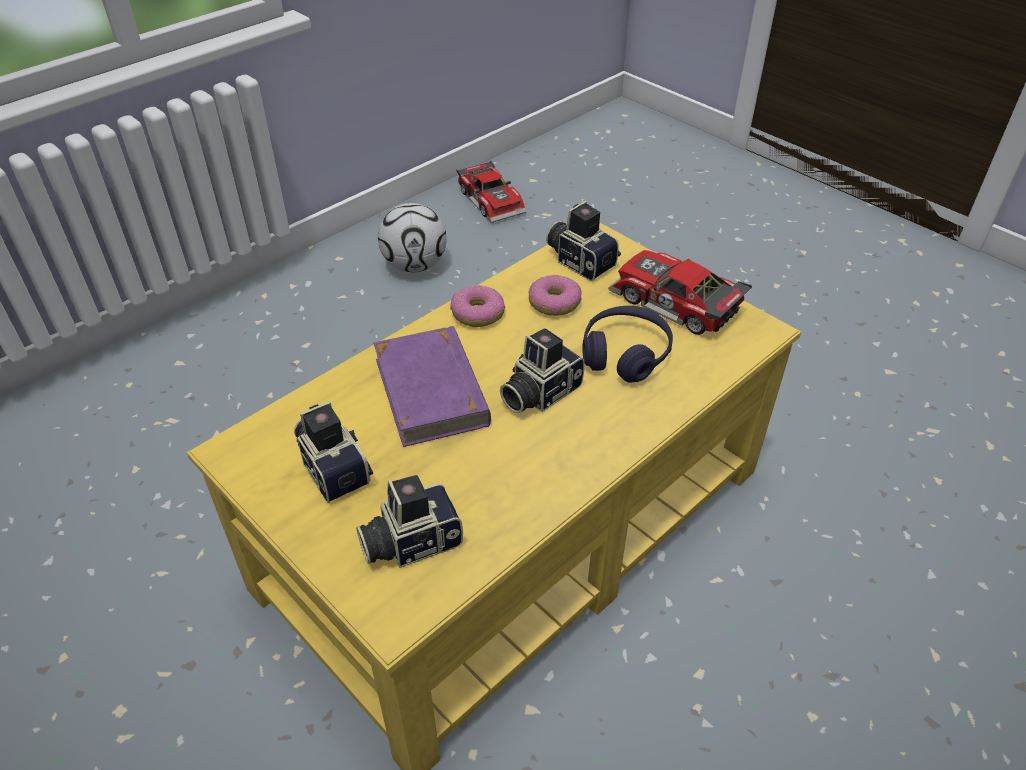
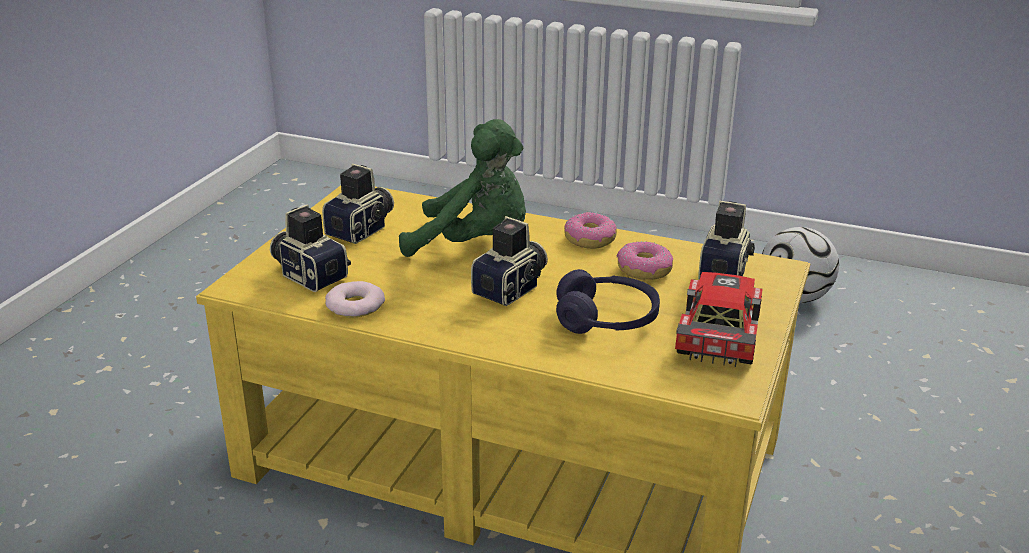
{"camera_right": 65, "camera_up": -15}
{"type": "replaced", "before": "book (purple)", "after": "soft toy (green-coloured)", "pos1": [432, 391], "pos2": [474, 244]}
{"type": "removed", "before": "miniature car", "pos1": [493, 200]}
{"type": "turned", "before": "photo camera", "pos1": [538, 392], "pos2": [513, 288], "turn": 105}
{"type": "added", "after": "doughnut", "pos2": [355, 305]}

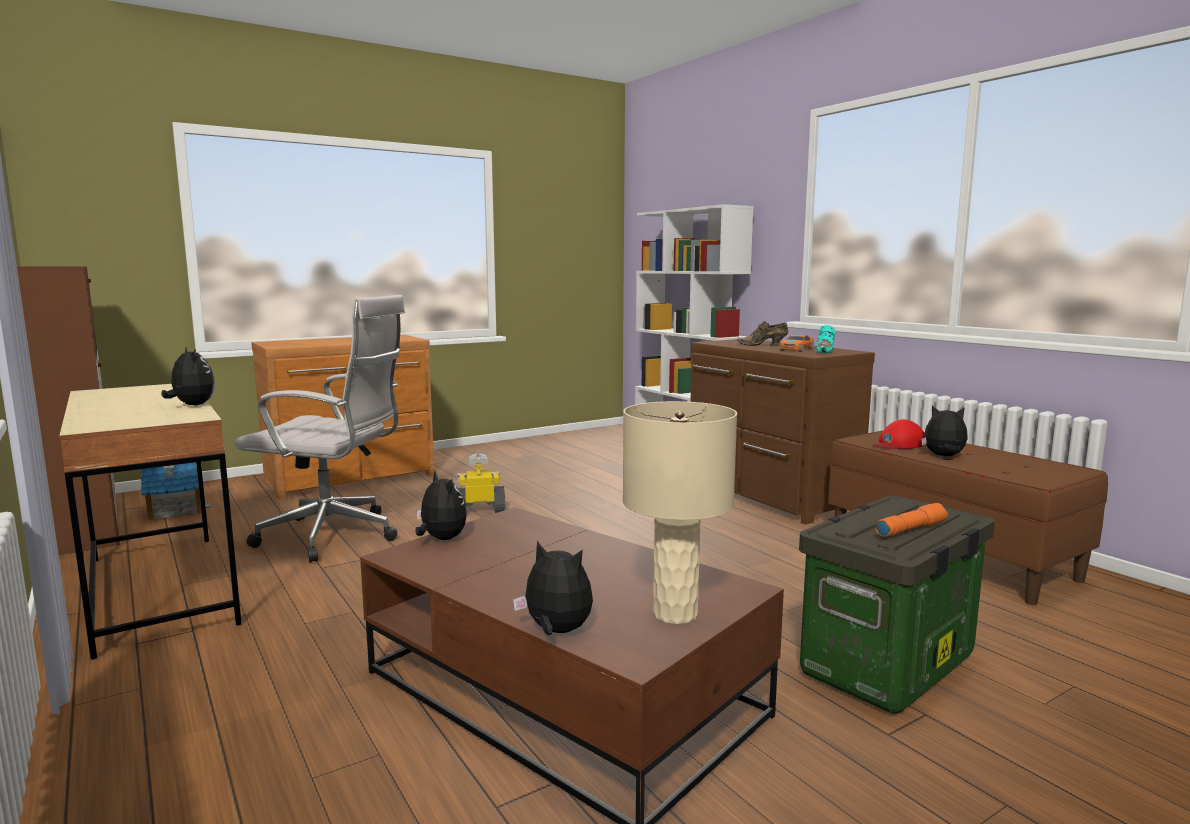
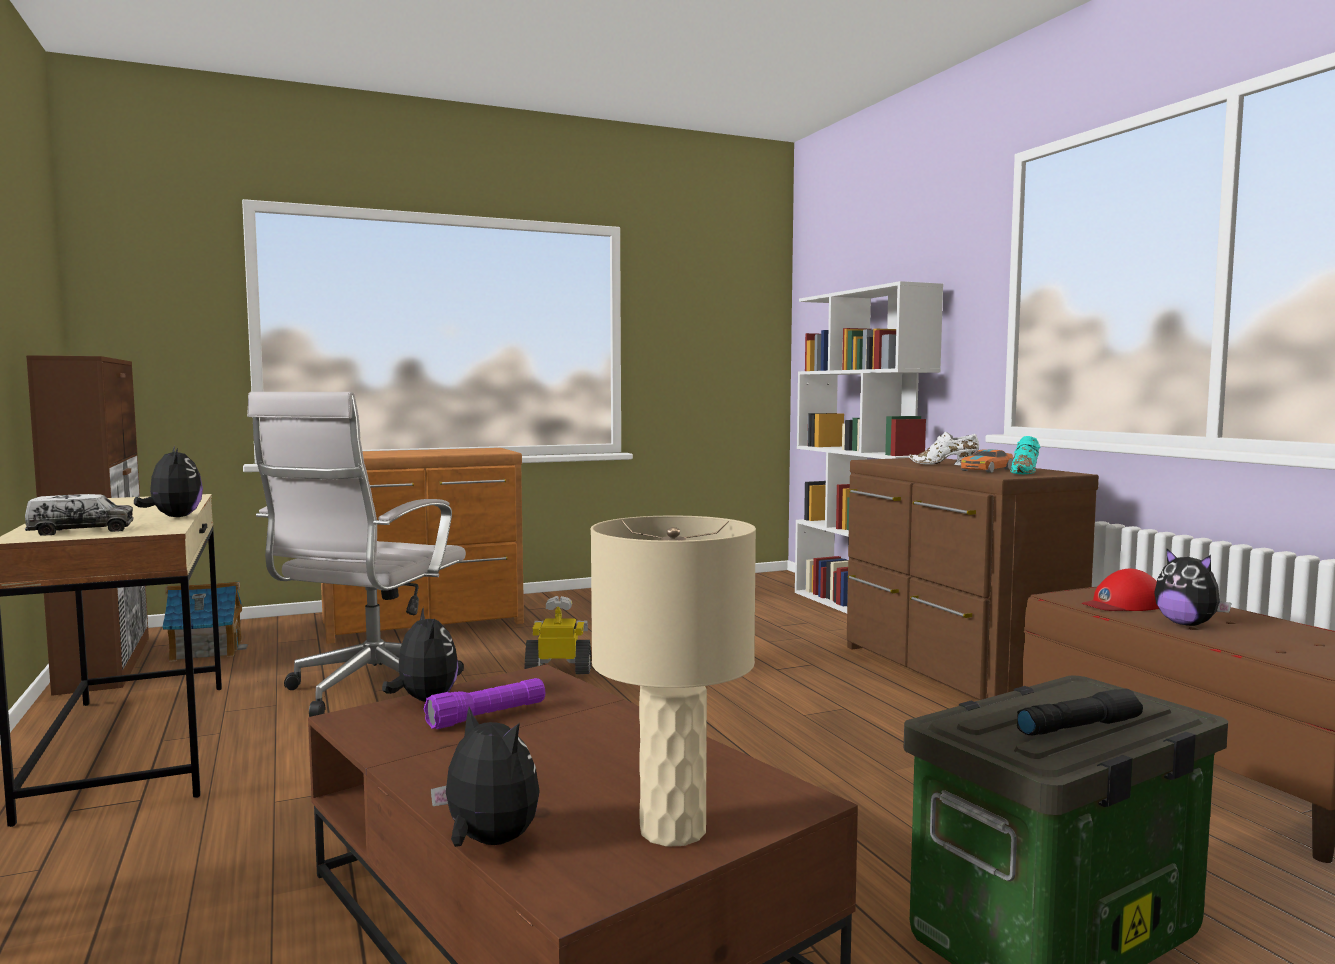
{"camera_right": 10, "camera_up": -5}
{"type": "turned", "before": "office chair (white-coloured)", "pos1": [335, 536], "pos2": [368, 692], "turn": 90}
{"type": "recoloured", "before": "low shoe (brownish)", "after": "low shoe (white-coloured)", "pos1": [764, 345], "pos2": [945, 465]}
{"type": "recoloured", "before": "hand torch (orange-coloured)", "after": "hand torch (blackish)", "pos1": [910, 529], "pos2": [1078, 727]}
{"type": "turned", "before": "soft toy", "pos1": [943, 456], "pos2": [1187, 624], "turn": -150}
{"type": "added", "after": "model truck", "pos2": [82, 531]}
{"type": "added", "after": "hand torch (purple)", "pos2": [487, 716]}

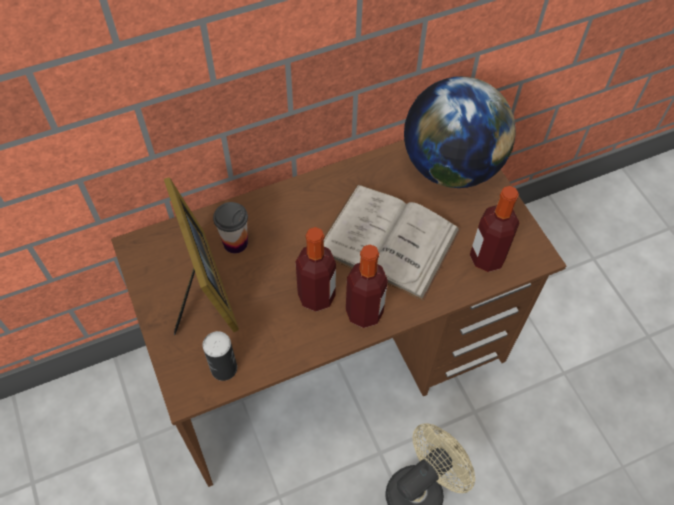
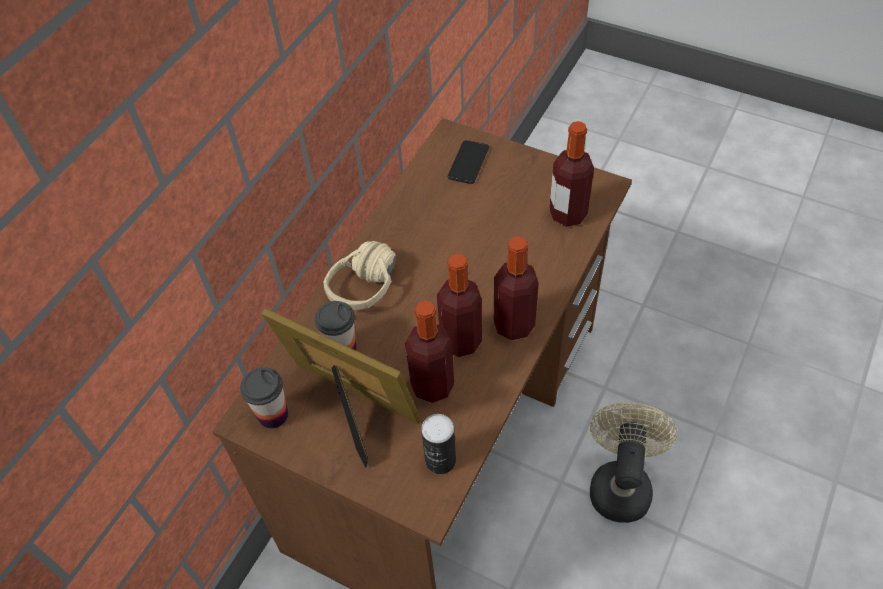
{"camera_right": -35, "camera_up": -5}
{"type": "removed", "before": "book (white-coloured)", "pos1": [388, 240]}
{"type": "replaced", "before": "world globe", "after": "phone", "pos1": [451, 166], "pos2": [468, 162]}
{"type": "added", "after": "cup", "pos2": [273, 415]}
{"type": "added", "after": "headset (sand-coloured)", "pos2": [375, 291]}
{"type": "added", "after": "drink bottle", "pos2": [432, 385]}

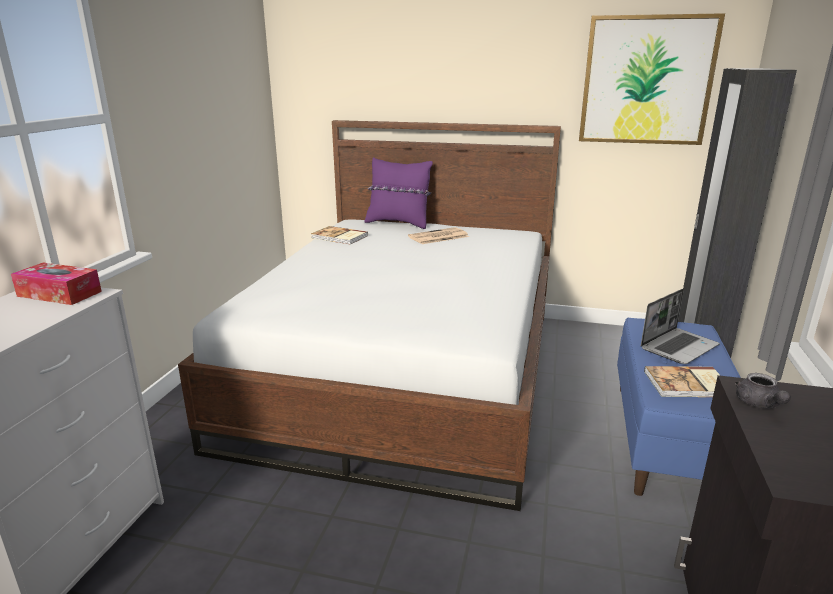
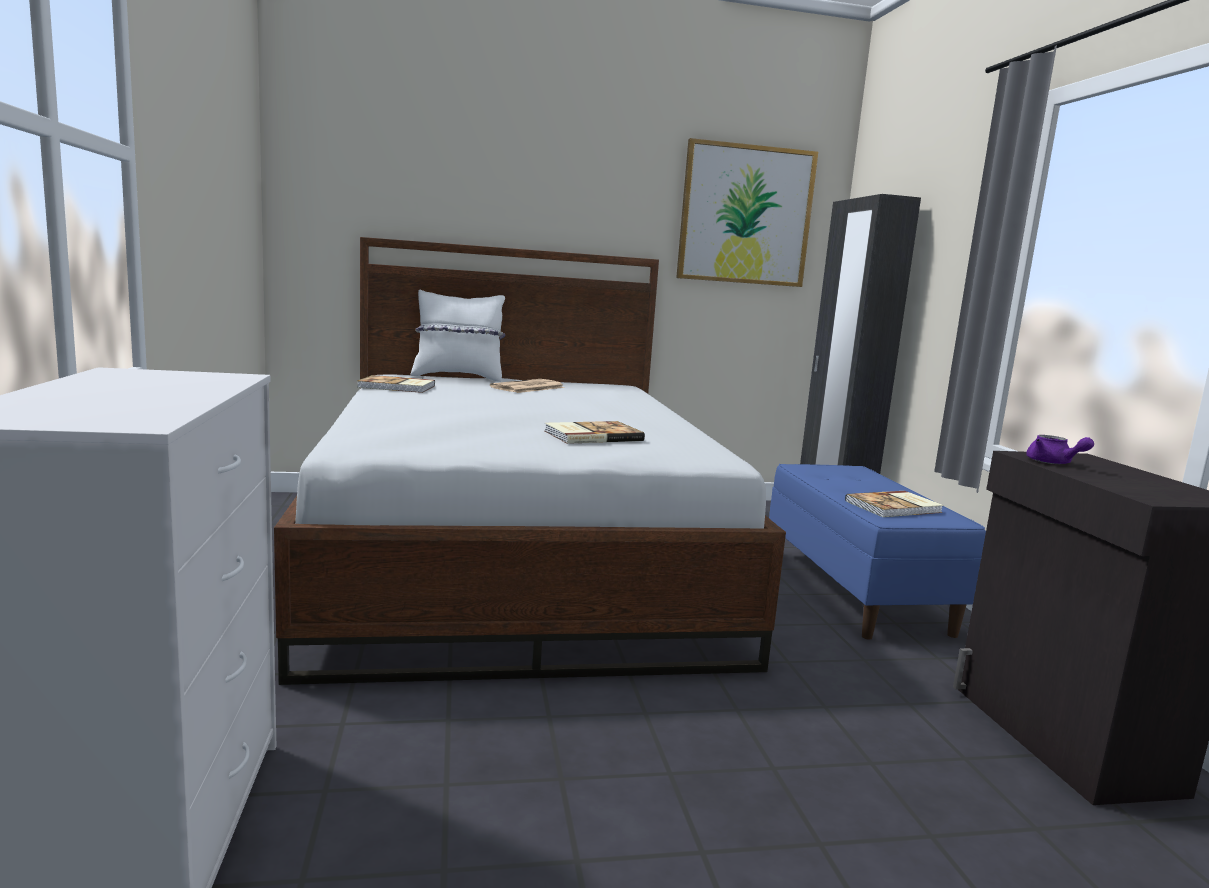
{"camera_right": -25, "camera_up": -10}
{"type": "removed", "before": "tissue holder", "pos1": [59, 294]}
{"type": "recoloured", "before": "pillow (purple)", "after": "pillow (white-coloured)", "pos1": [398, 223], "pos2": [458, 377]}
{"type": "removed", "before": "notebook computer", "pos1": [678, 347]}
{"type": "recoloured", "before": "pot for tea (gray)", "after": "pot for tea (purple)", "pos1": [759, 404], "pos2": [1053, 463]}
{"type": "added", "after": "book", "pos2": [591, 435]}

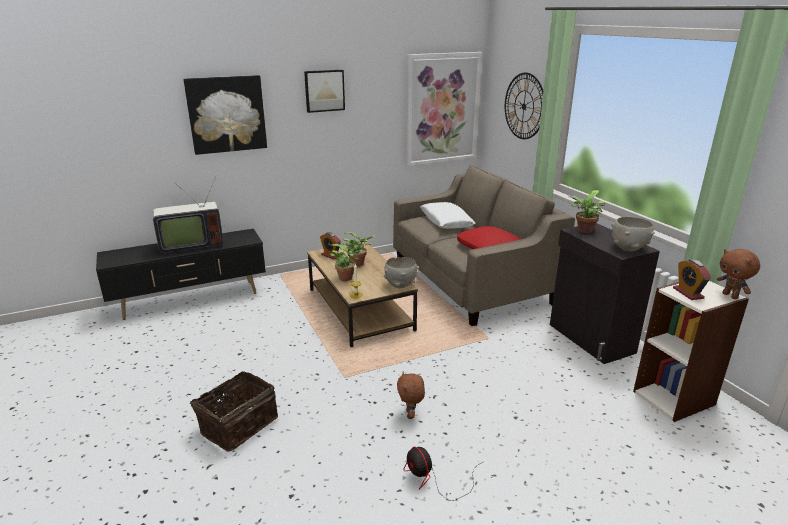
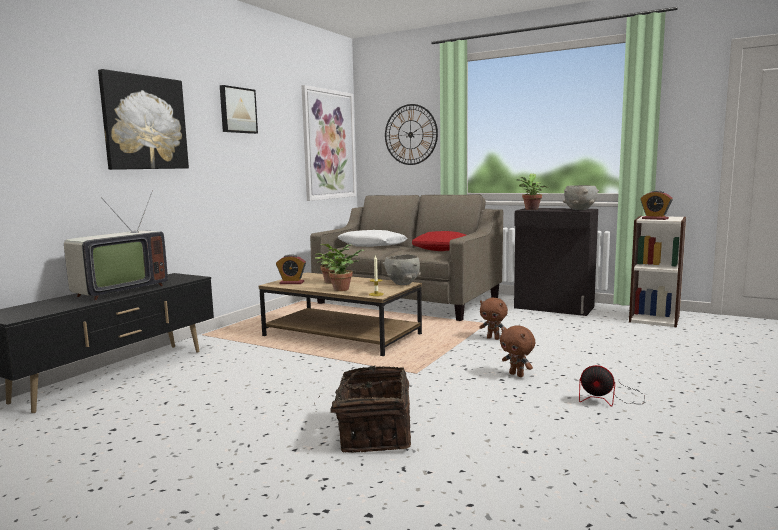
{"camera_right": -35, "camera_up": -15}
{"type": "moved", "before": "soft toy (brownish)", "pos1": [730, 296], "pos2": [493, 338]}

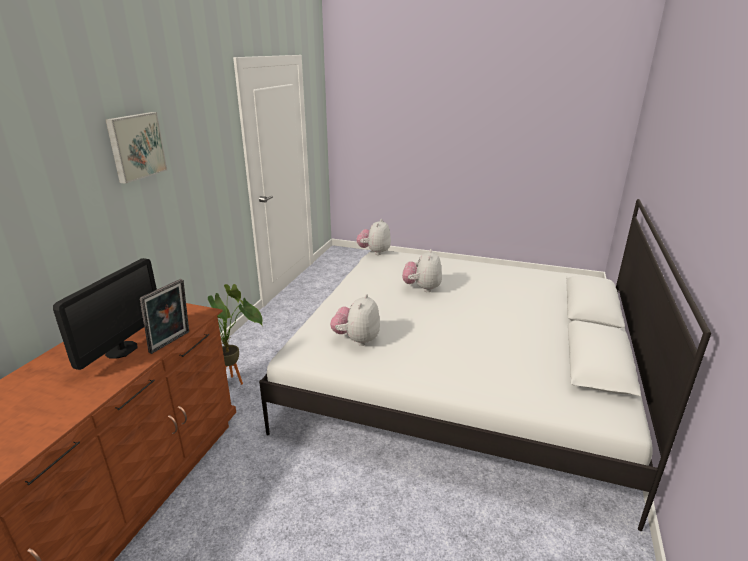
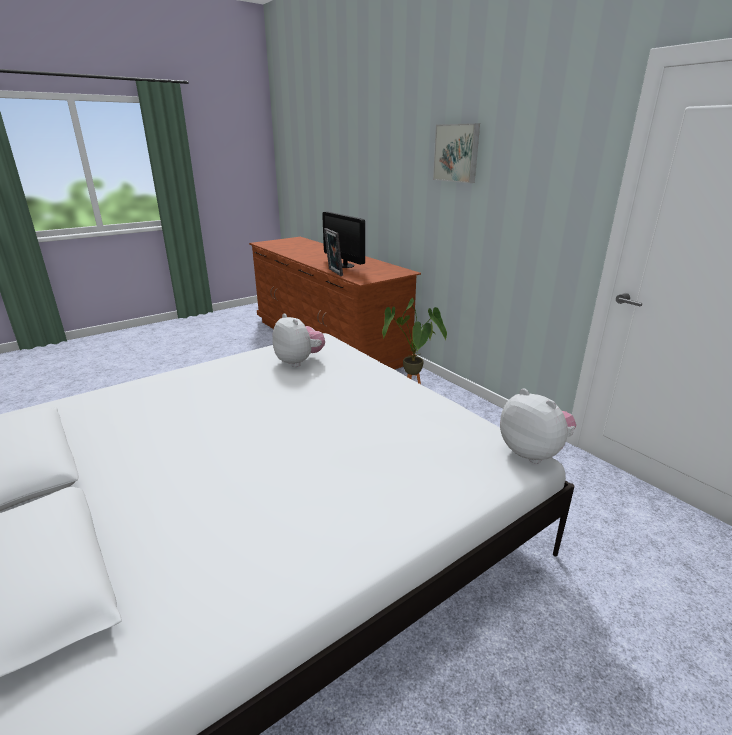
{"camera_right": 125, "camera_up": 0}
{"type": "removed", "before": "soft toy", "pos1": [422, 288]}

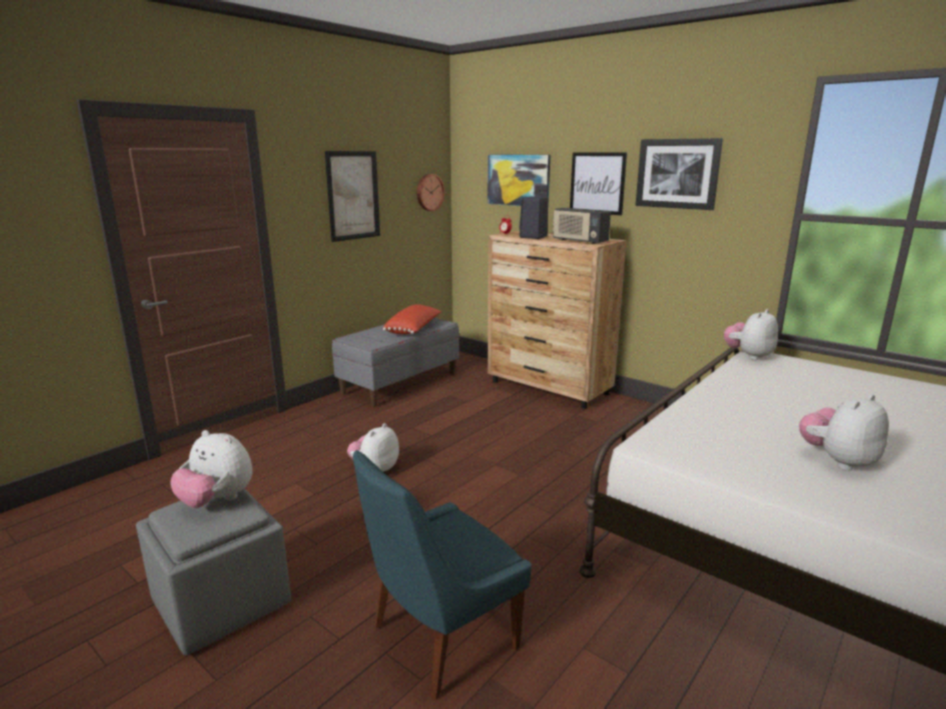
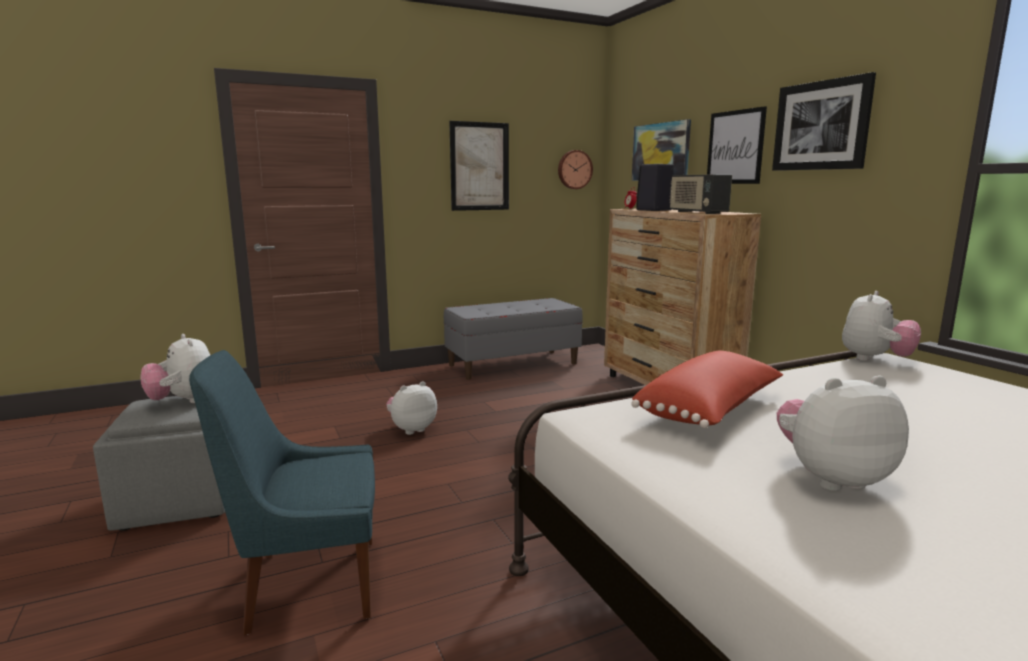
{"camera_right": 25, "camera_up": -5}
{"type": "moved", "before": "pillow (red-coloured)", "pos1": [414, 329], "pos2": [711, 410]}
{"type": "turned", "before": "soft toy", "pos1": [749, 356], "pos2": [875, 359], "turn": 150}

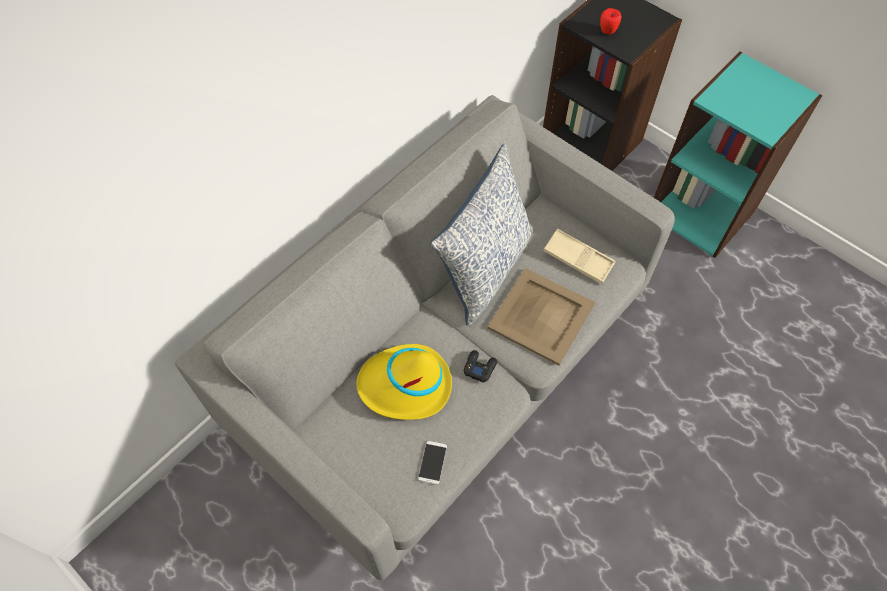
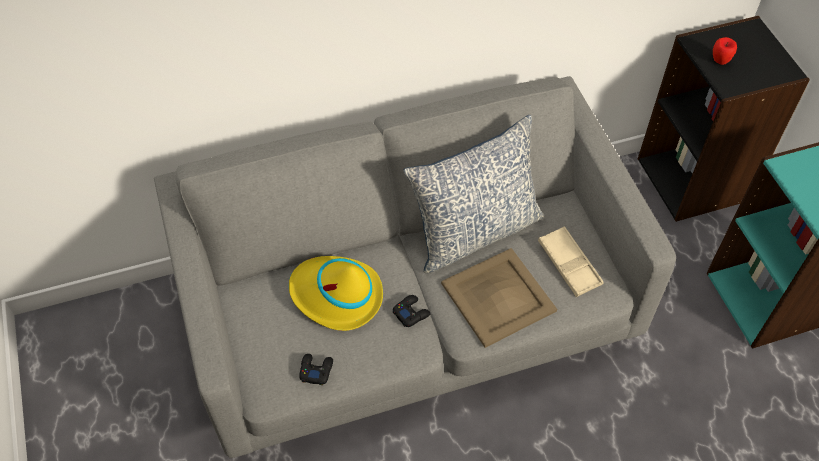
{"camera_right": 30, "camera_up": -5}
{"type": "replaced", "before": "phone", "after": "game controller (blackish)", "pos1": [432, 462], "pos2": [316, 370]}

